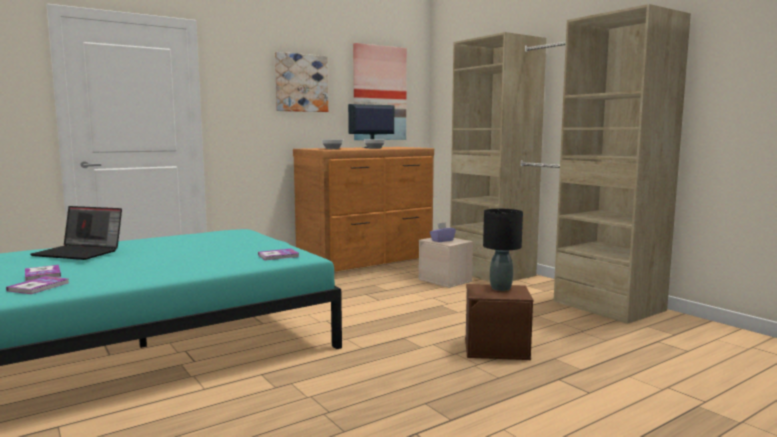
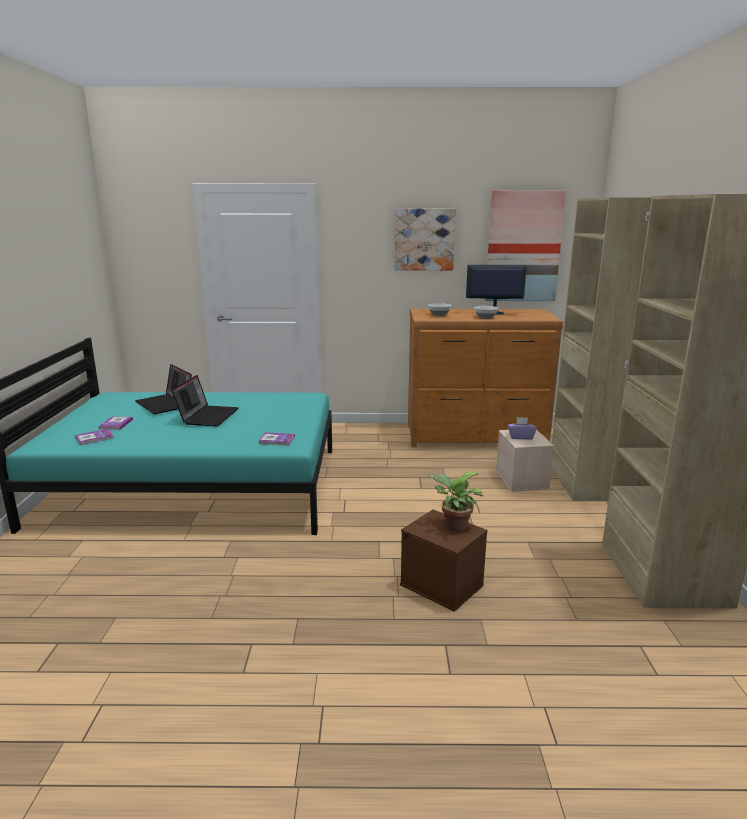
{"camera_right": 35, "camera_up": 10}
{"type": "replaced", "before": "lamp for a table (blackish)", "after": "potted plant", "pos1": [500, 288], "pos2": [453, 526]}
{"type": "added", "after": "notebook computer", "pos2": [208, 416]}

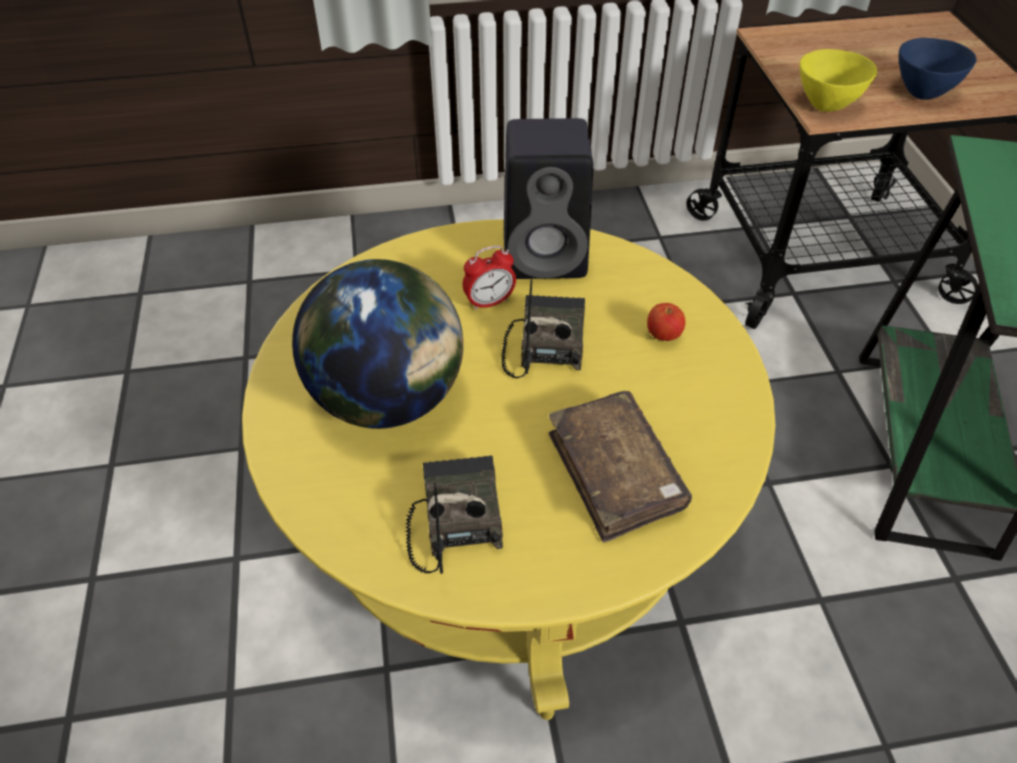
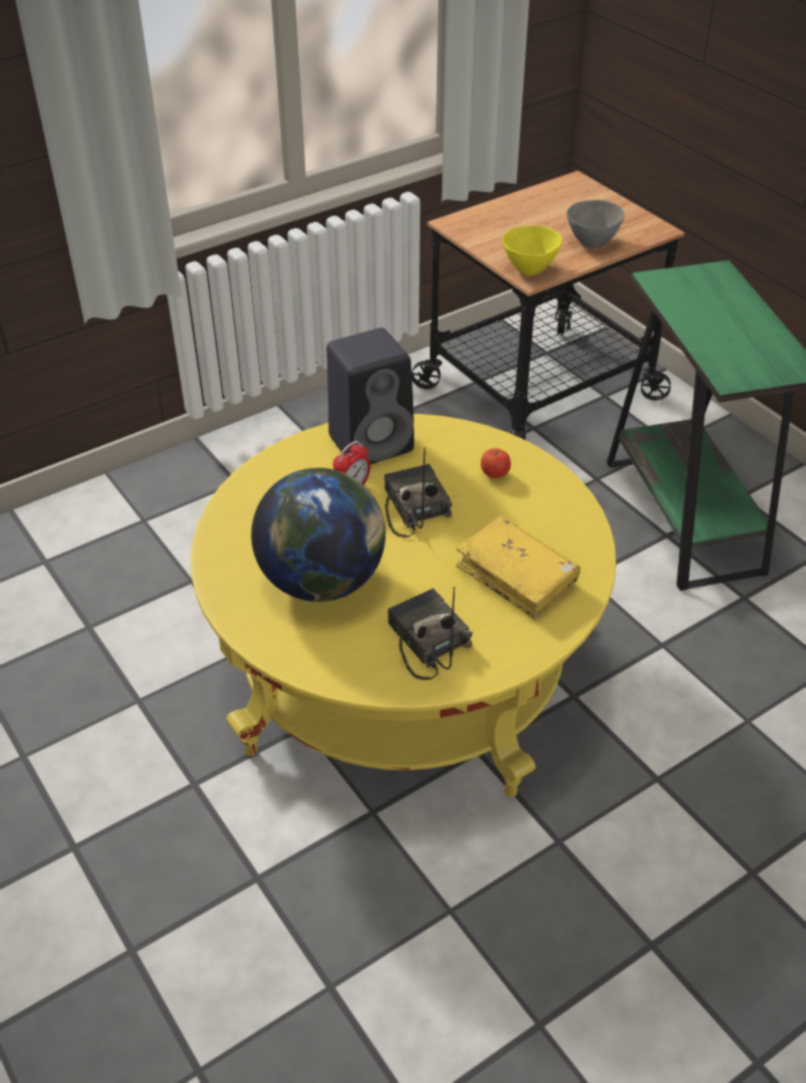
{"camera_right": -25, "camera_up": -5}
{"type": "recoloured", "before": "book (brownish)", "after": "book (yellow-coloured)", "pos1": [615, 474], "pos2": [517, 576]}
{"type": "recoloured", "before": "serving bowl (blue)", "after": "serving bowl (gray)", "pos1": [922, 92], "pos2": [591, 242]}

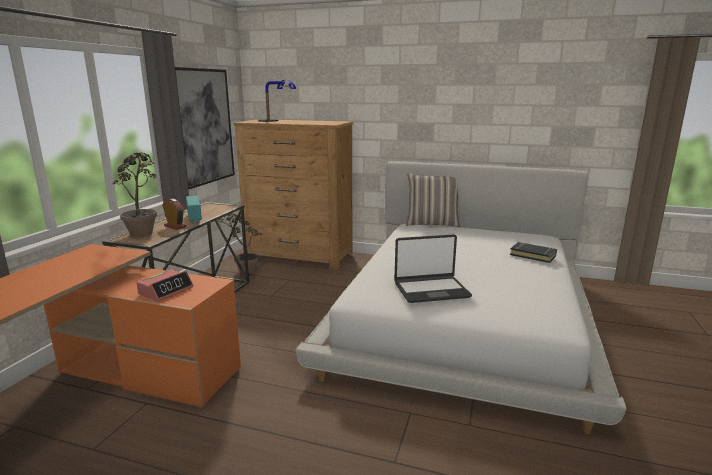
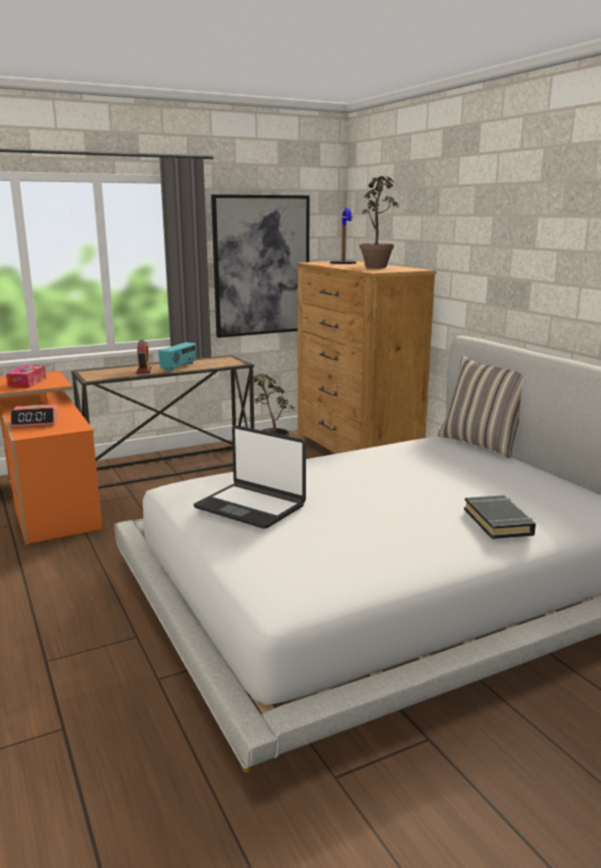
{"camera_right": 45, "camera_up": 0}
{"type": "moved", "before": "potted plant", "pos1": [144, 235], "pos2": [377, 268]}
{"type": "added", "after": "tissue holder", "pos2": [27, 383]}

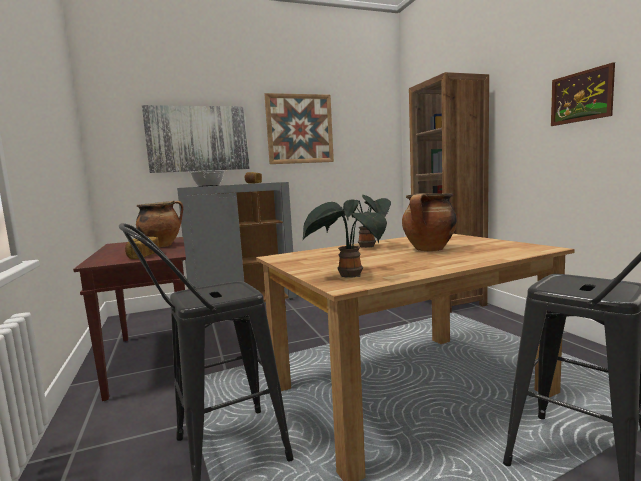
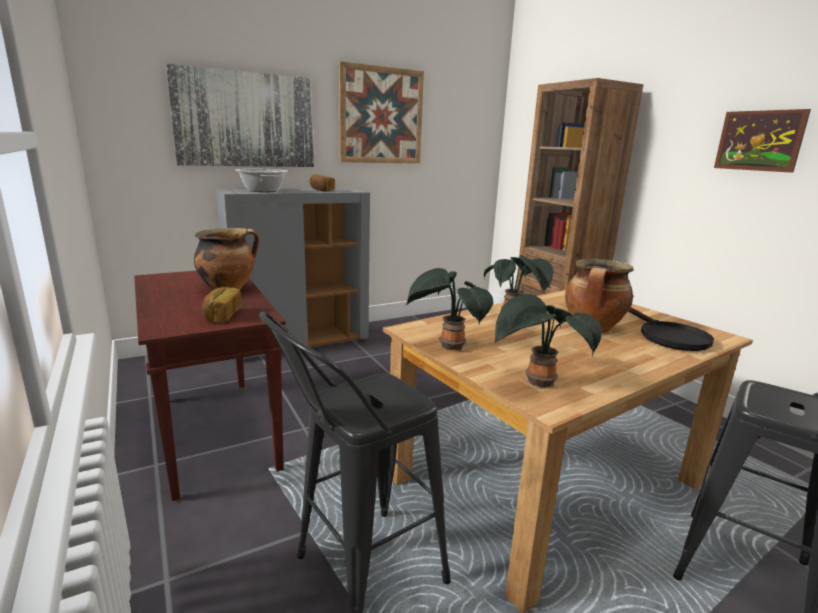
{"camera_right": -10, "camera_up": 10}
{"type": "added", "after": "potted plant", "pos2": [448, 347]}
{"type": "added", "after": "frying pan (blackish)", "pos2": [667, 336]}

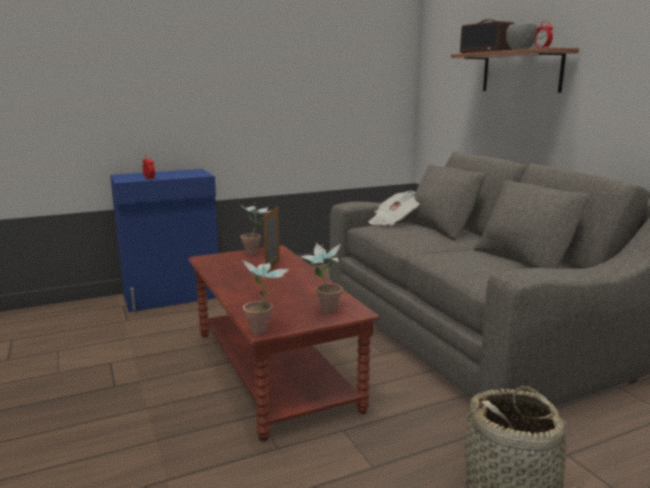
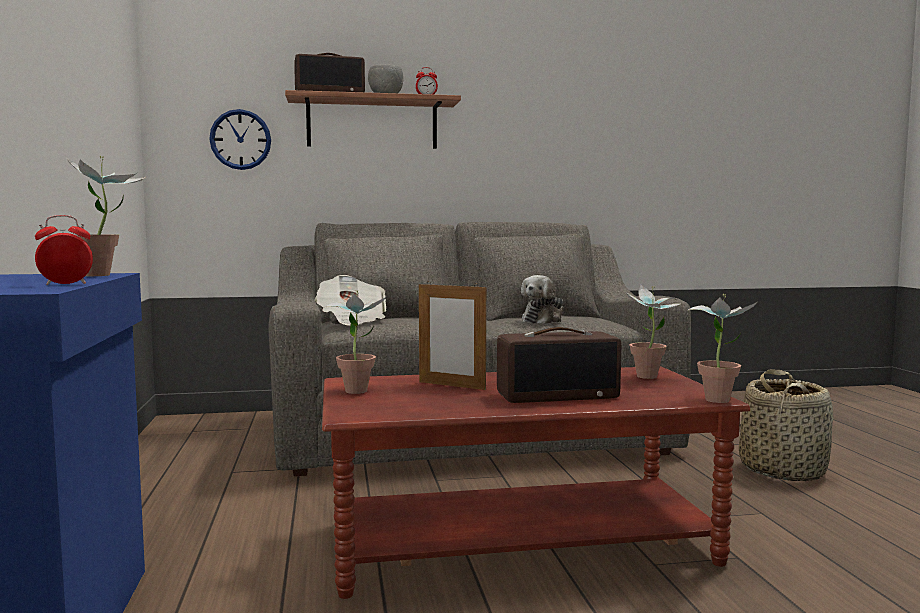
{"camera_right": -75, "camera_up": -10}
{"type": "added", "after": "potted plant", "pos2": [106, 275]}
{"type": "added", "after": "wall clock", "pos2": [240, 139]}
{"type": "added", "after": "radio", "pos2": [558, 395]}
{"type": "added", "after": "soft toy", "pos2": [543, 320]}

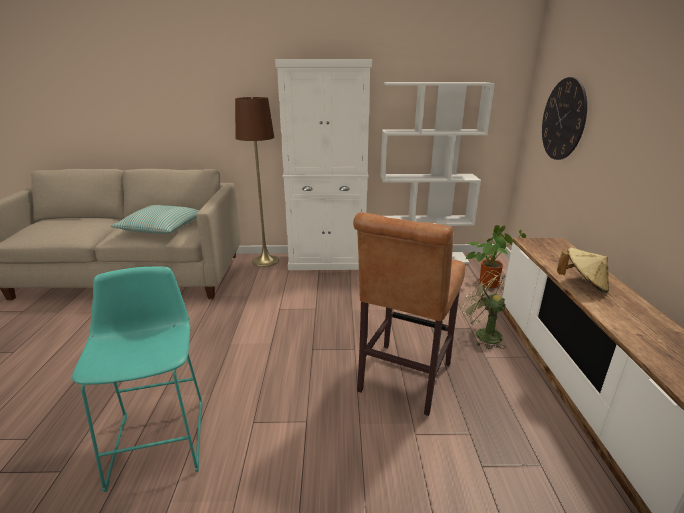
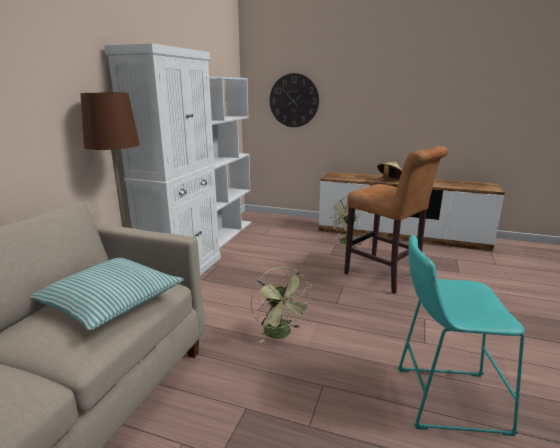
{"camera_right": -70, "camera_up": -5}
{"type": "removed", "before": "potted plant", "pos1": [489, 282]}
{"type": "added", "after": "cooling fan (green-coloured)", "pos2": [281, 334]}

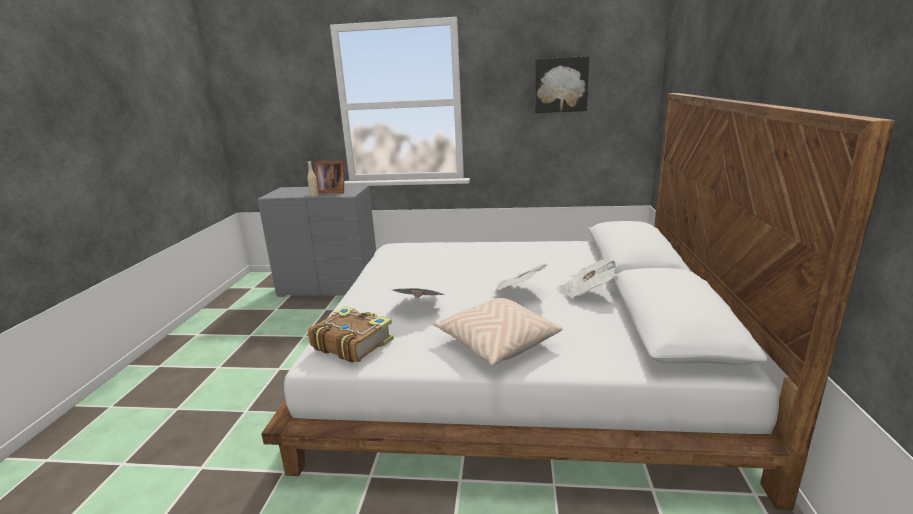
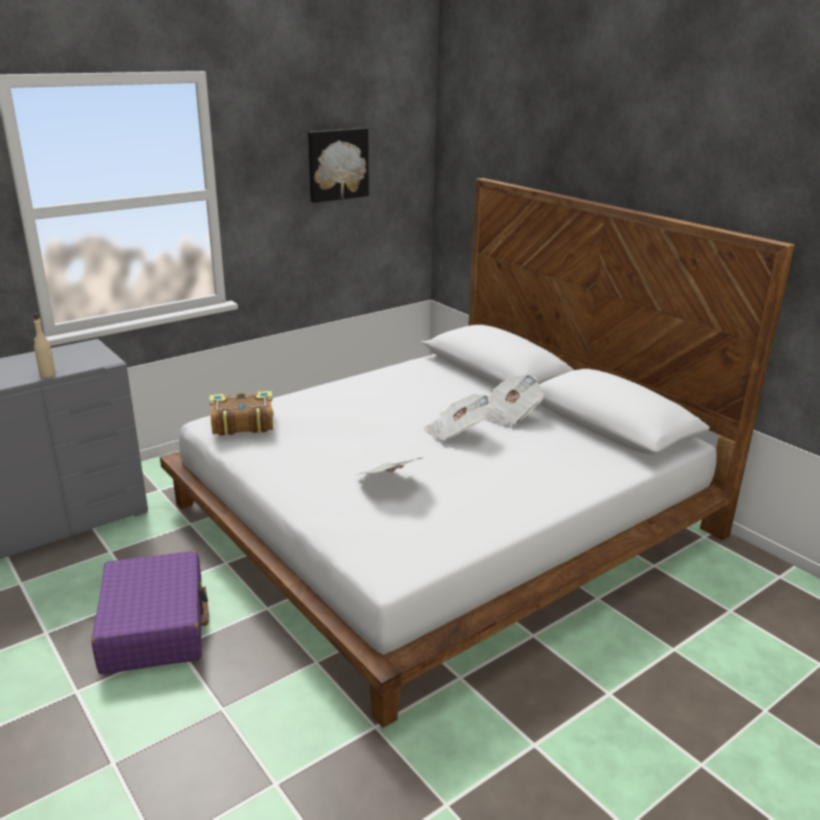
{"camera_right": -45, "camera_up": 5}
{"type": "moved", "before": "book", "pos1": [352, 343], "pos2": [241, 423]}
{"type": "removed", "before": "picture frame", "pos1": [331, 191]}
{"type": "removed", "before": "pillow (sand-coloured)", "pos1": [496, 343]}
{"type": "added", "after": "piece of luggage (purple)", "pos2": [154, 626]}

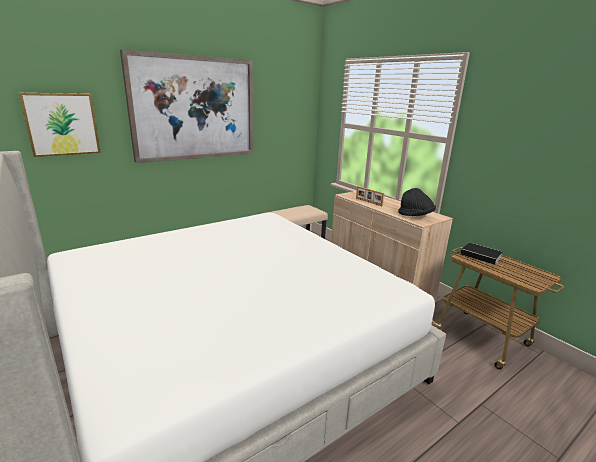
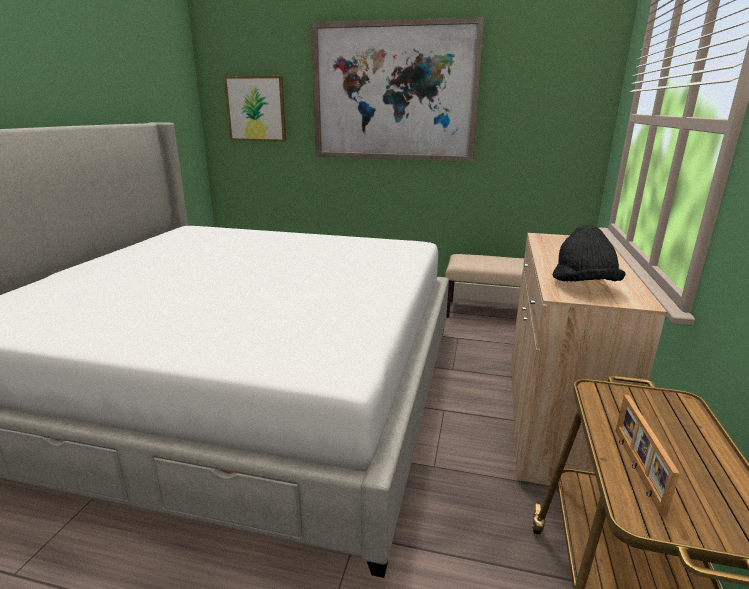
{"camera_right": 50, "camera_up": 0}
{"type": "moved", "before": "picture frame", "pos1": [368, 202], "pos2": [636, 468]}
{"type": "removed", "before": "book", "pos1": [482, 256]}

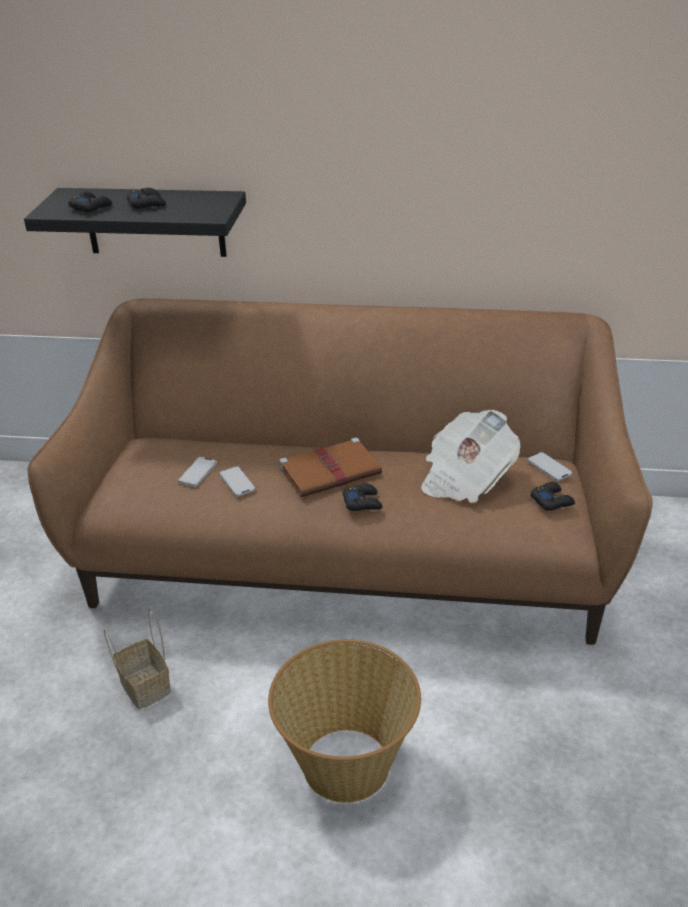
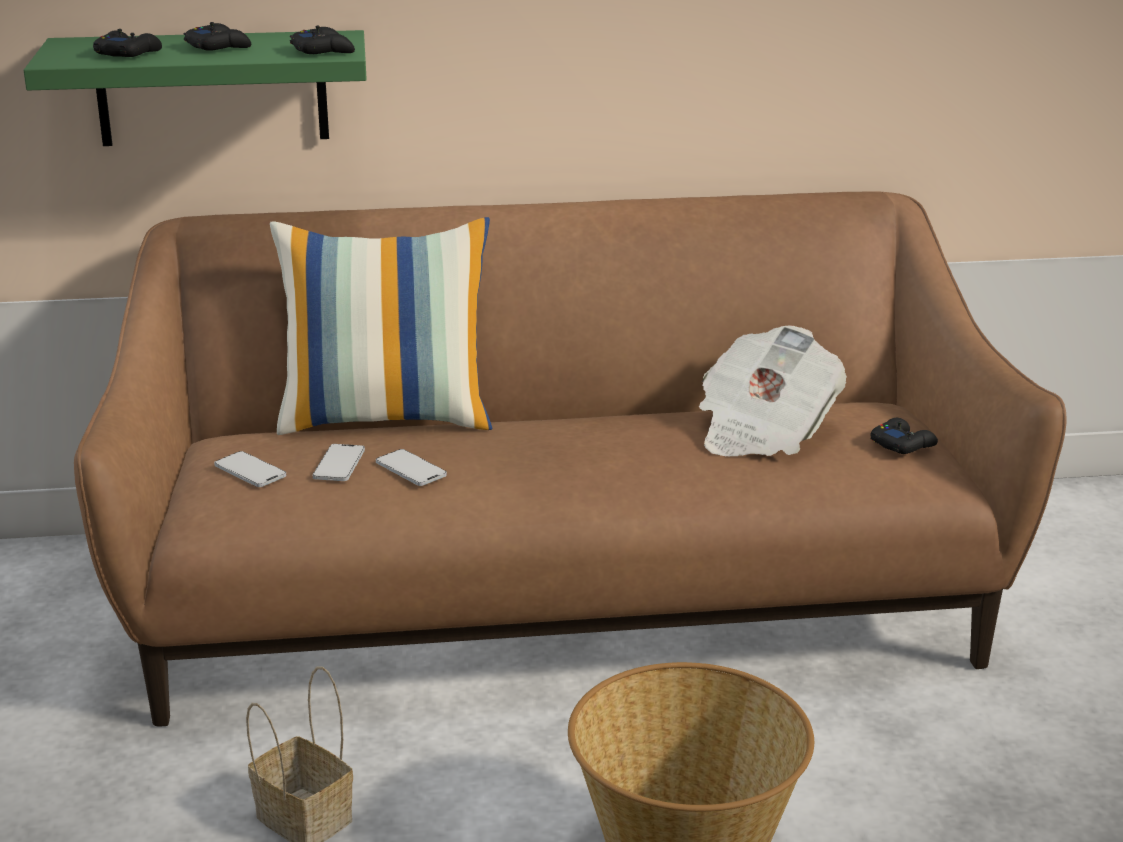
{"camera_right": -15, "camera_up": -10}
{"type": "recoloured", "before": "bracket shelf (blackish)", "after": "bracket shelf (green-coloured)", "pos1": [155, 222], "pos2": [212, 88]}
{"type": "removed", "before": "book (brownish)", "pos1": [332, 470]}
{"type": "moved", "before": "game controller (blackish)", "pos1": [362, 502], "pos2": [323, 51]}
{"type": "moved", "before": "phone", "pos1": [549, 467], "pos2": [250, 471]}
{"type": "added", "after": "pillow", "pos2": [387, 418]}

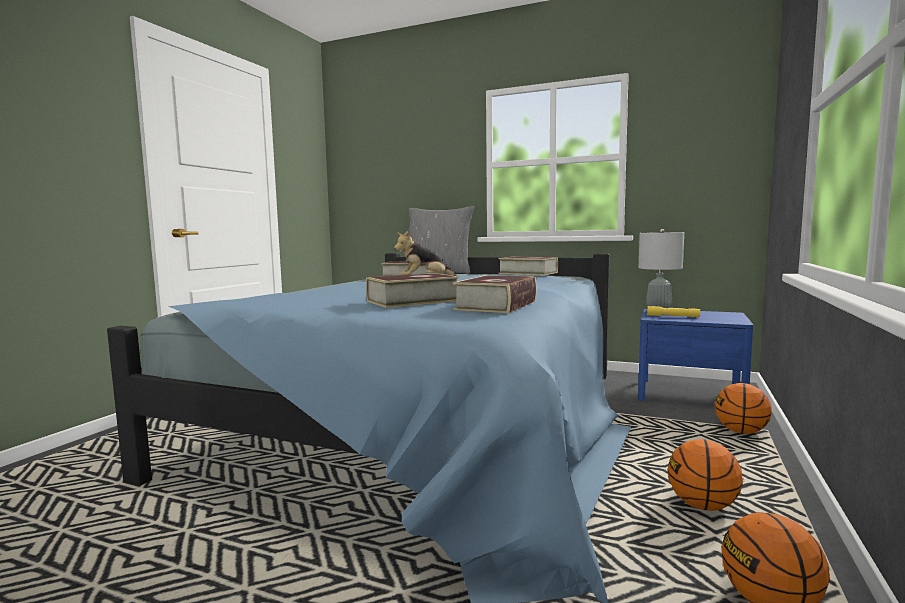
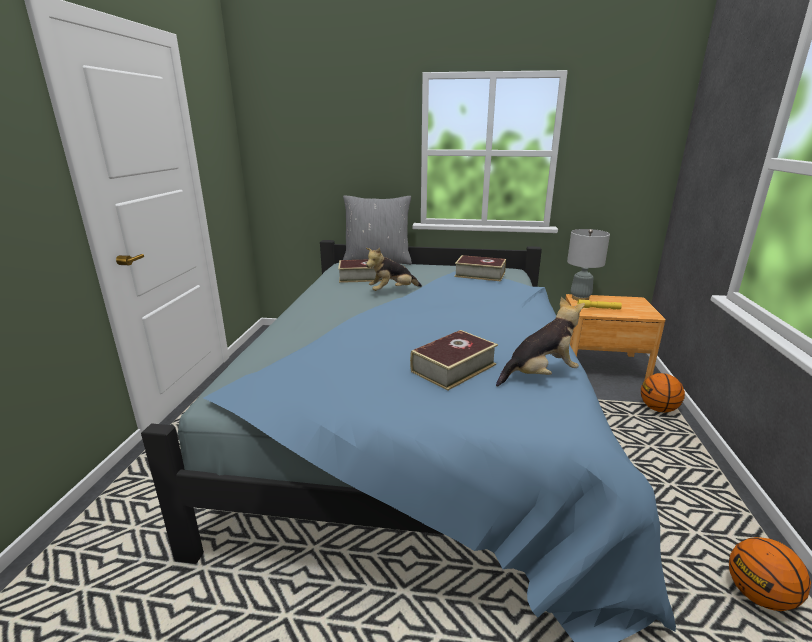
{"camera_right": -15, "camera_up": 15}
{"type": "replaced", "before": "book", "after": "soft toy", "pos1": [496, 305], "pos2": [539, 375]}
{"type": "recoloured", "before": "nightstand (blue)", "after": "nightstand (brownish)", "pos1": [689, 394], "pos2": [601, 365]}
{"type": "removed", "before": "basketball ball", "pos1": [702, 506]}

